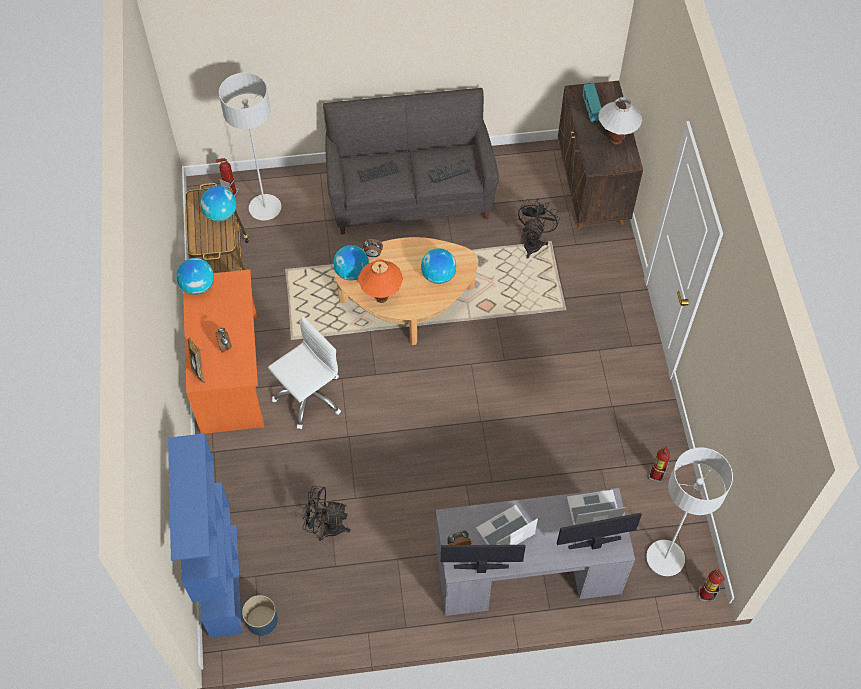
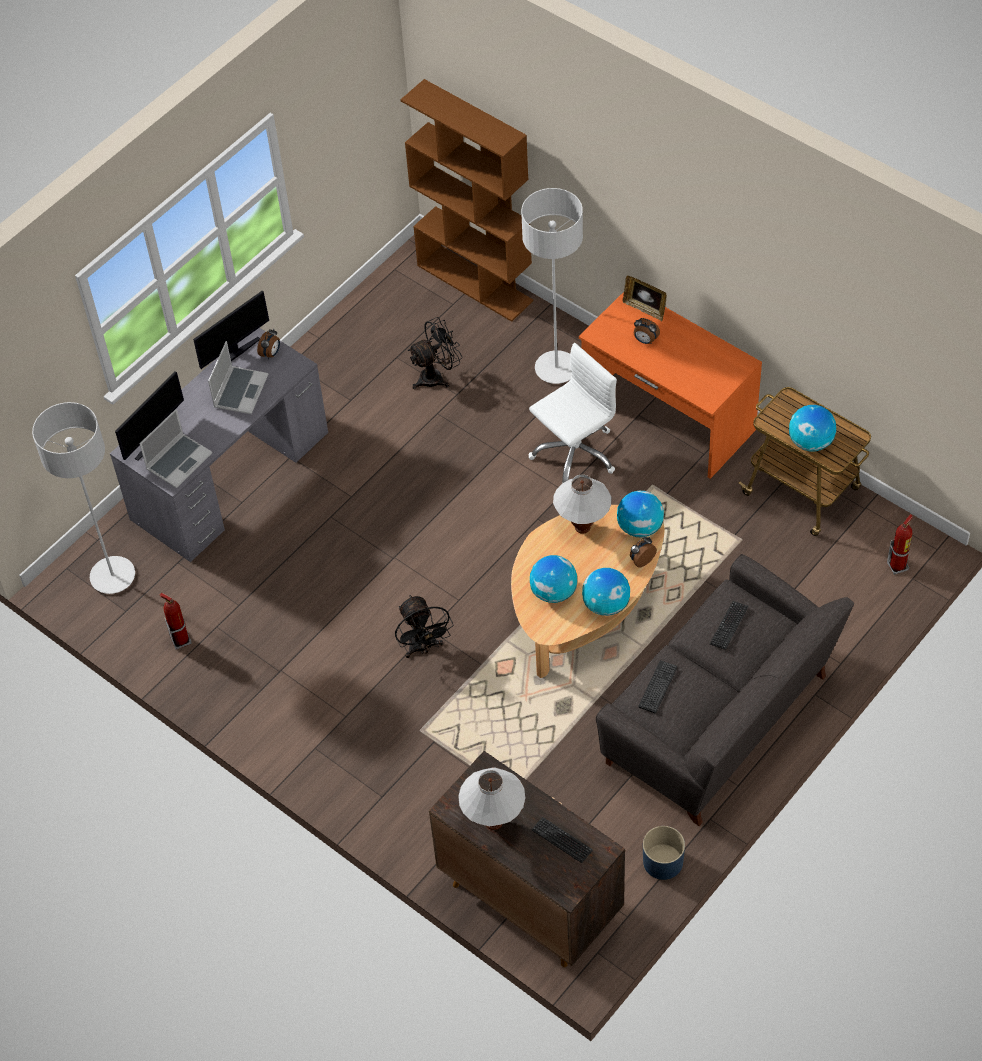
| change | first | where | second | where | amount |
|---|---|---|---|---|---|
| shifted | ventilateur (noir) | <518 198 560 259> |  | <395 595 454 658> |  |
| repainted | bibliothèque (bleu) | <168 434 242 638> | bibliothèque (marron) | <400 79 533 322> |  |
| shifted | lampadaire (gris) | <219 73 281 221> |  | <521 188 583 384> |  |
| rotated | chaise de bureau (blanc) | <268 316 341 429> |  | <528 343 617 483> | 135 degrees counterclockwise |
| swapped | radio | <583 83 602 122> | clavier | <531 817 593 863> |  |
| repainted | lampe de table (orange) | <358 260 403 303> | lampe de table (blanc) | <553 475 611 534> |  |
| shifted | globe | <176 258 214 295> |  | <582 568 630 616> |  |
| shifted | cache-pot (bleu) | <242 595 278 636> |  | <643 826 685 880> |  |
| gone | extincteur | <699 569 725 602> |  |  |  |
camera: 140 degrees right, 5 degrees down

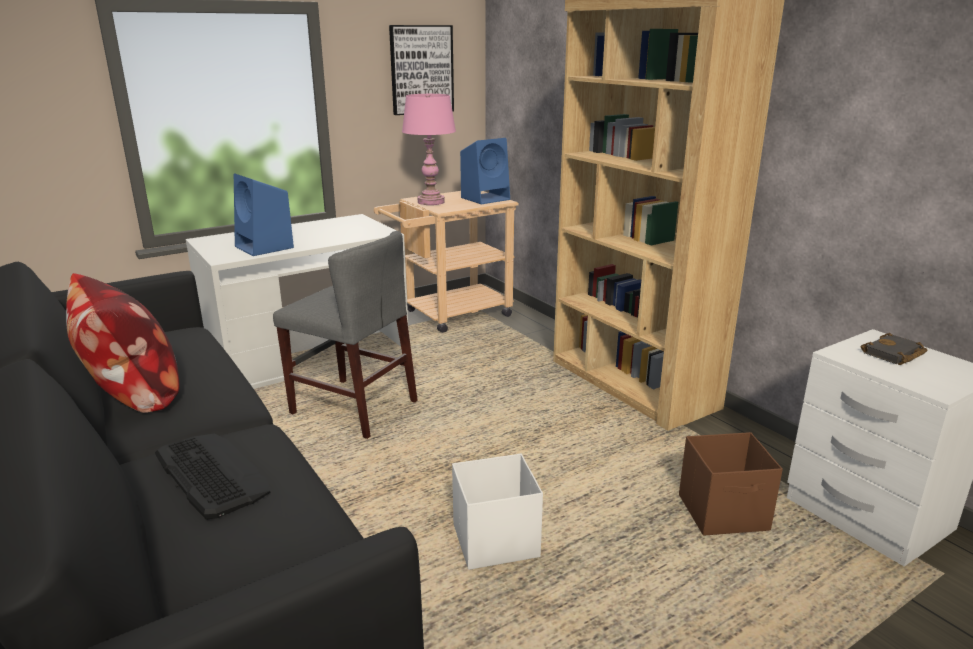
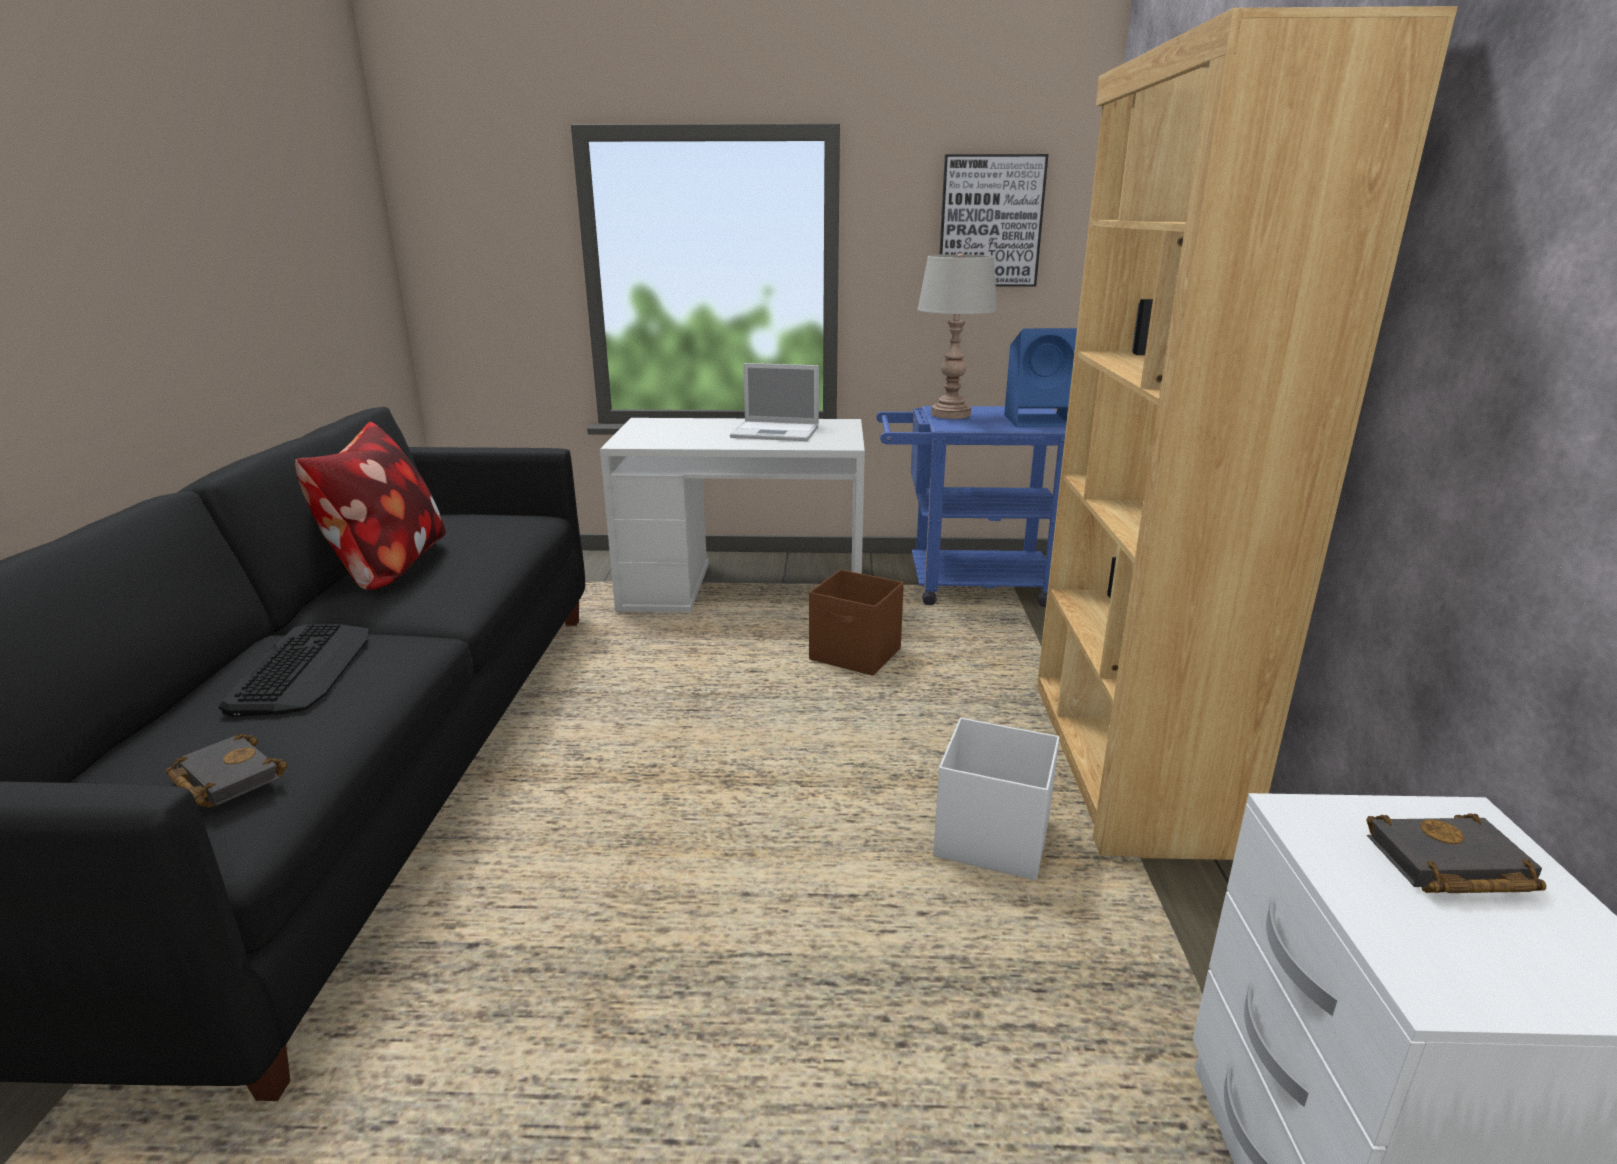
| change | first | where | second | where | amount |
|---|---|---|---|---|---|
| new |  |  | livre (noir) | <166 734 288 807> |  |
| new |  |  | ordinateur portable | <730 363 819 441> |  |
| shifted | boîte de rangement (marron) | <679 432 783 536> |  | <809 570 904 676> |  |
| repainted | chariot (beige) | <373 191 519 333> | chariot (bleu) | <876 406 1066 607> |  |
| repainted | lampe de table (rose) | <402 94 456 205> | lampe de table (gris) | <917 253 998 419> |  |
| shifted | boîte de rangement (blanc) | <452 454 543 570> |  | <933 718 1060 881> |  |
| gone | enceinte (bleu) | <234 173 294 256> |  |  |  |
| gone | chaise (gris) | <273 231 418 439> |  |  |  |
camera: 35 degrees right, 0 degrees up

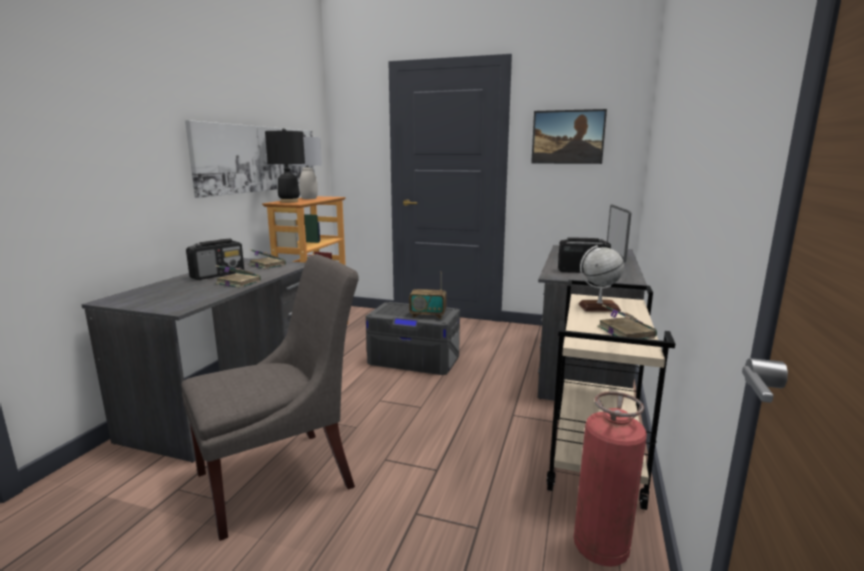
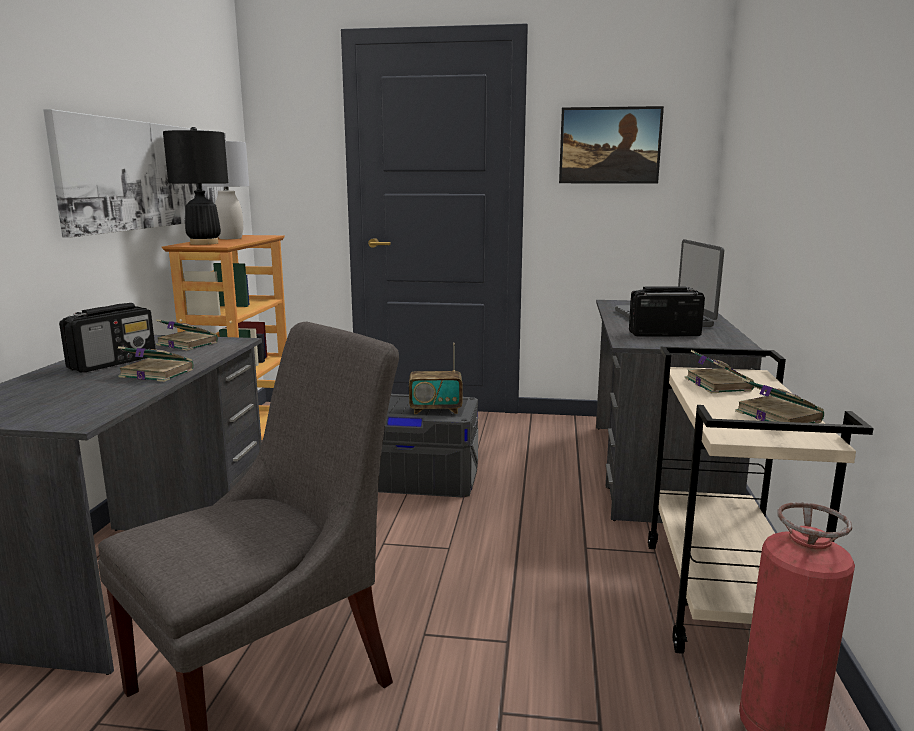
| change | first | where | second | where | amount |
|---|---|---|---|---|---|
| swapped | globe | <578 245 624 312> | livre | <685 350 754 393> |  |
camera: 10 degrees left, 0 degrees up

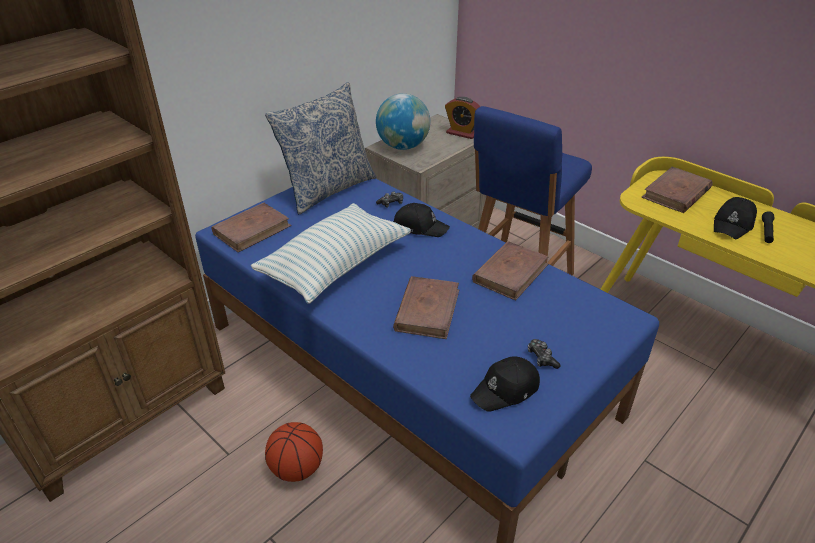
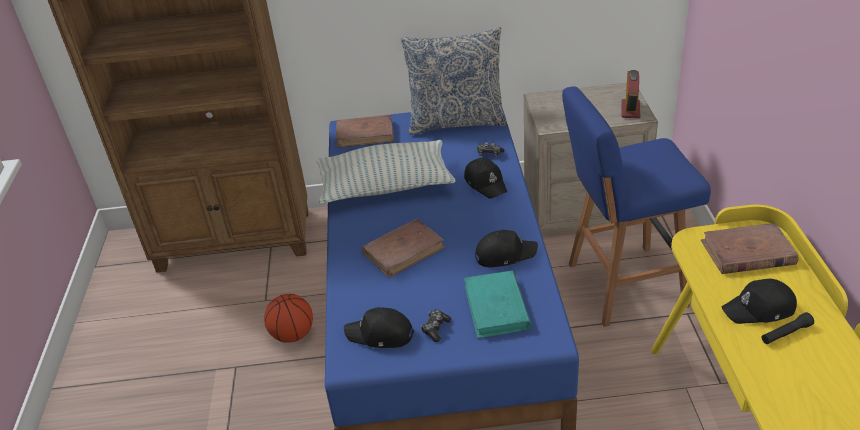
| change | first | where | second | where | amount |
|---|---|---|---|---|---|
| new |  |  | livre (turquoise) | <464 271 531 338> |  |
| swapped | livre (marron) | <472 241 548 300> | casquette (noir) | <475 230 538 267> |  |
| rotated | réveil | <445 97 481 139> |  | <621 70 640 118> | 150 degrees counterclockwise |
| gone | globe | <376 93 430 150> |  |  |  |
camera: 45 degrees right, 0 degrees up

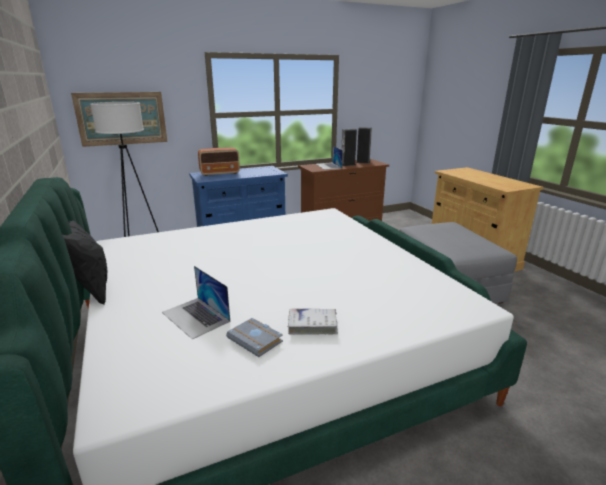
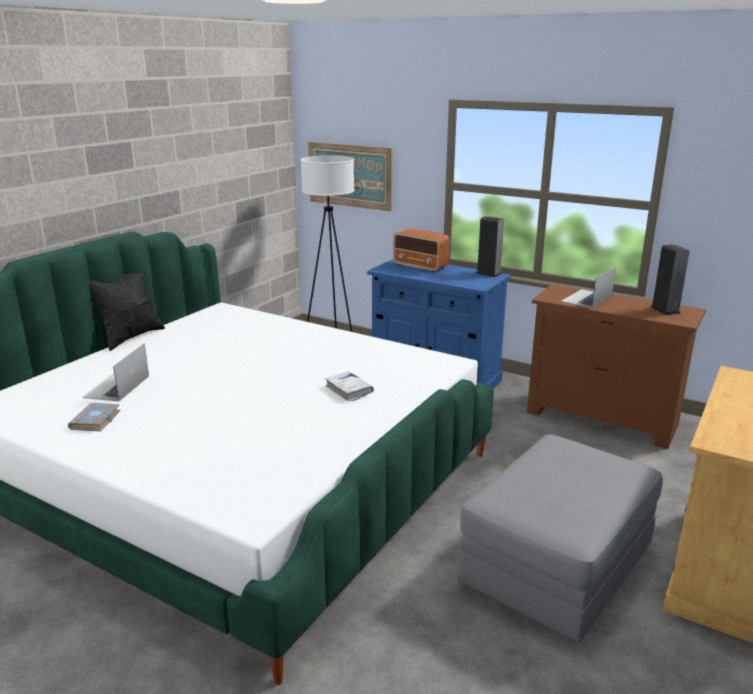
| change | first | where | second | where | amount |
|---|---|---|---|---|---|
| shifted | livre (blanc) | <288 309 338 335> |  | <325 371 374 402> |  |
| shifted | enceinte | <342 129 357 166> |  | <476 216 504 278> |  |
camera: 55 degrees right, 0 degrees up

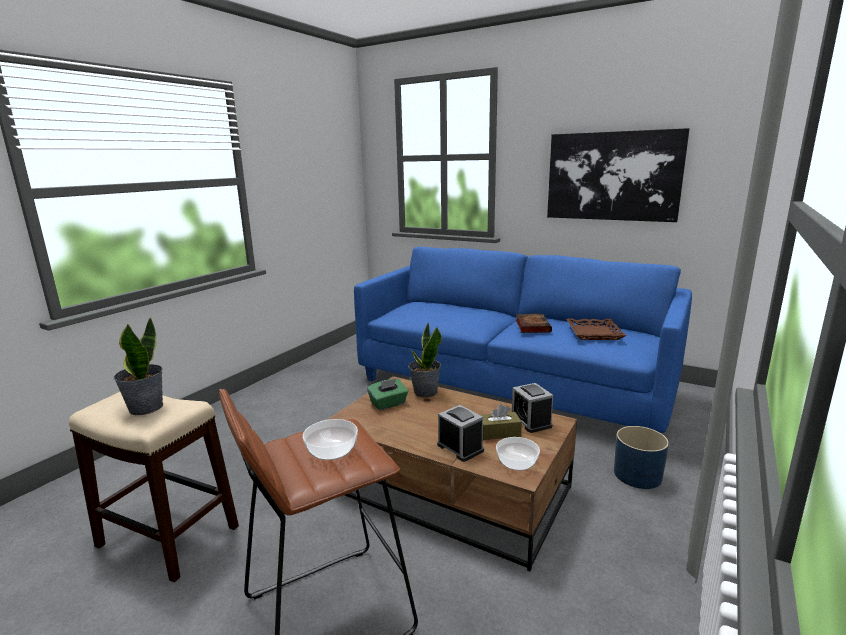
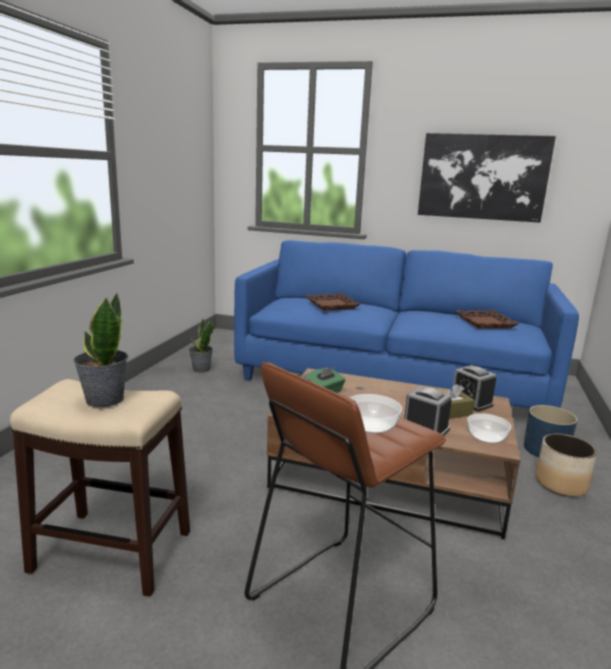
| change | first | where | second | where | amount |
|---|---|---|---|---|---|
| shifted | plante en pot | <408 323 442 397> |  | <189 319 213 372> |  |
| new |  |  | plateau (marron) | <305 293 360 311> |  |
| new |  |  | cache-pot | <535 434 597 497> |  |
| gone | livre | <516 314 552 333> |  |  |  |
camera: 15 degrees left, 0 degrees up

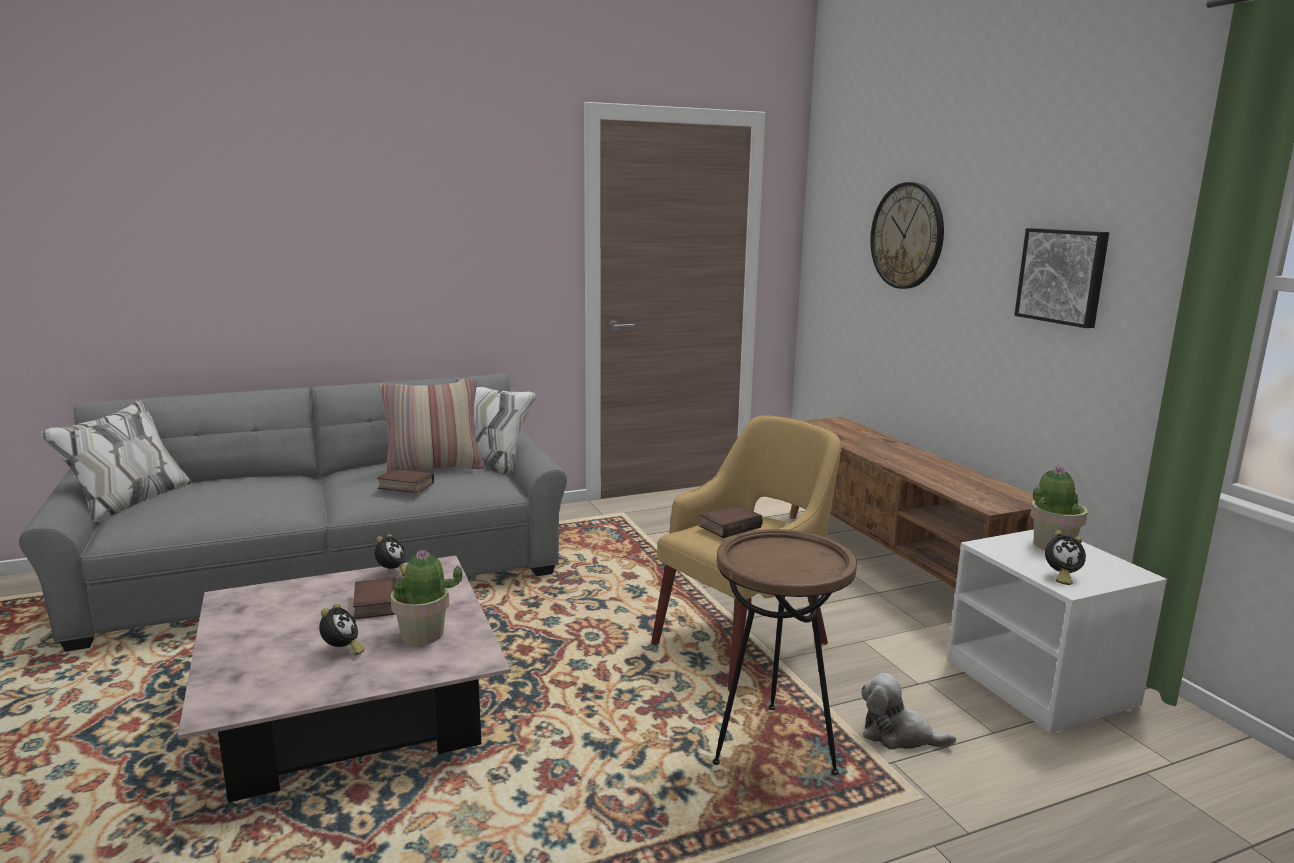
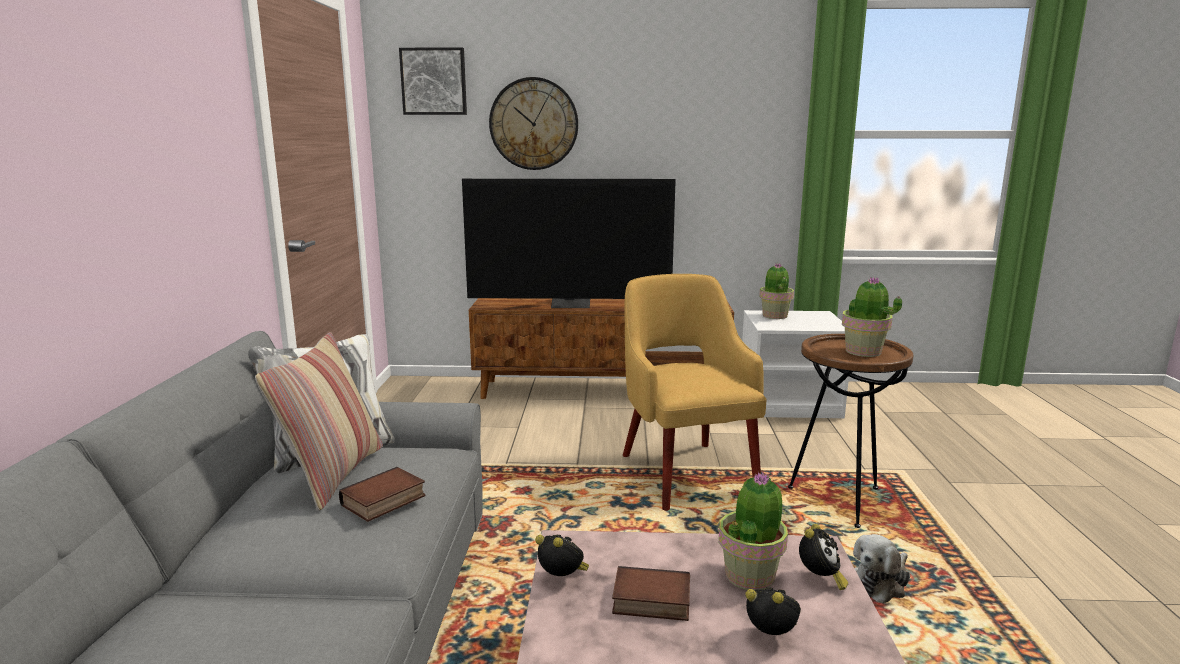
| change | first | where | second | where | amount |
|---|---|---|---|---|---|
| shifted | tableau | <1014 228 1109 328> |  | <399 47 467 115> |  |
| new |  |  | téléviseur | <462 179 676 308> |  |
| shifted | réveil | <1045 530 1086 585> |  | <799 524 848 590> |  |
| new |  |  | plante en pot | <842 277 902 357> |  |
| shifted | peluche | <861 673 956 750> |  | <853 534 910 603> |  |
| gone | livre | <700 505 763 538> |  |  |  |
camera: 65 degrees left, 0 degrees up

